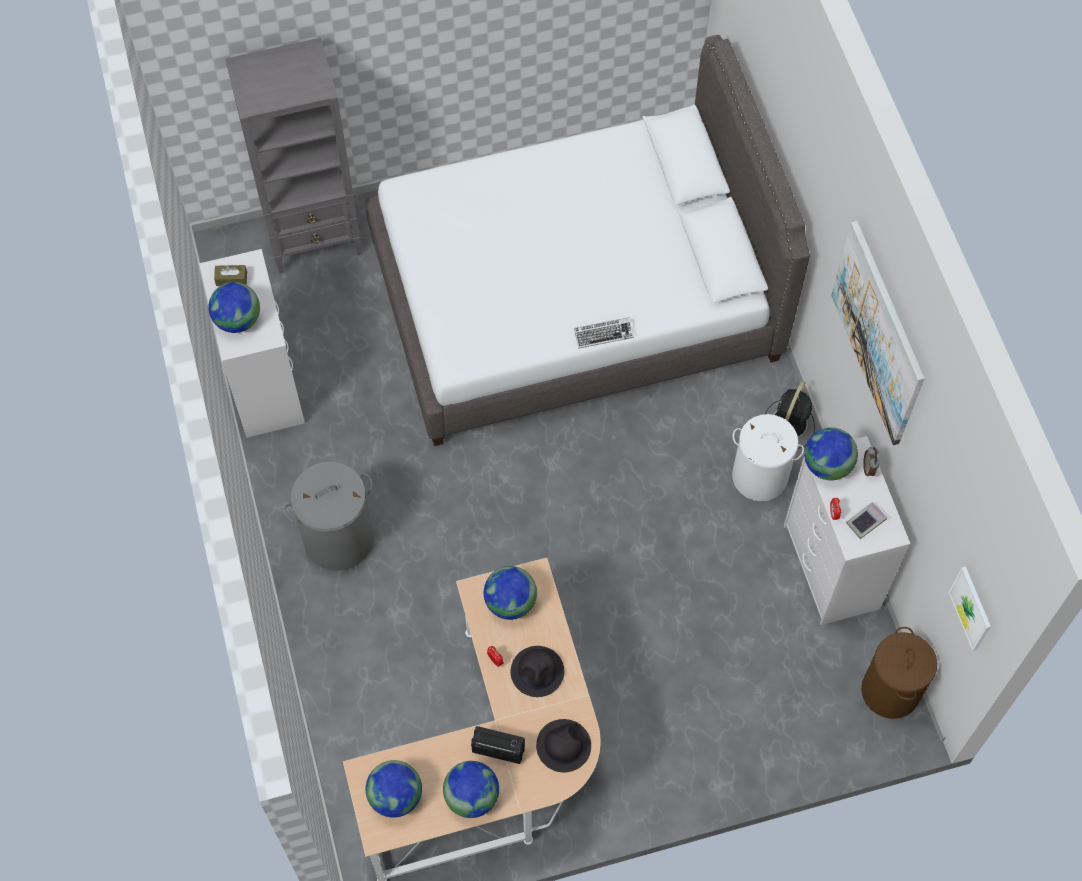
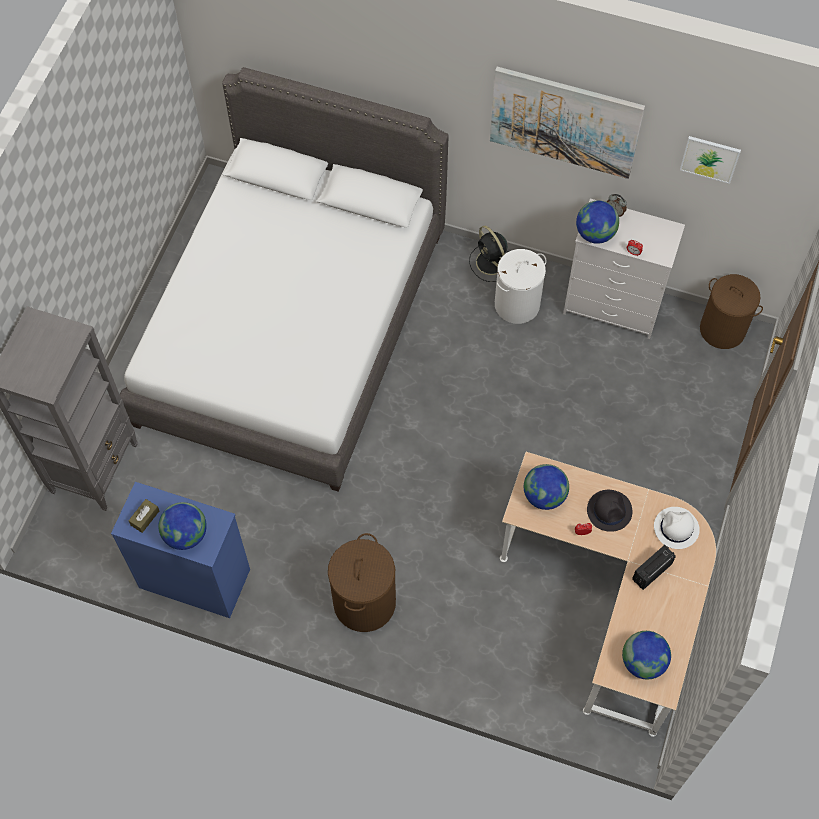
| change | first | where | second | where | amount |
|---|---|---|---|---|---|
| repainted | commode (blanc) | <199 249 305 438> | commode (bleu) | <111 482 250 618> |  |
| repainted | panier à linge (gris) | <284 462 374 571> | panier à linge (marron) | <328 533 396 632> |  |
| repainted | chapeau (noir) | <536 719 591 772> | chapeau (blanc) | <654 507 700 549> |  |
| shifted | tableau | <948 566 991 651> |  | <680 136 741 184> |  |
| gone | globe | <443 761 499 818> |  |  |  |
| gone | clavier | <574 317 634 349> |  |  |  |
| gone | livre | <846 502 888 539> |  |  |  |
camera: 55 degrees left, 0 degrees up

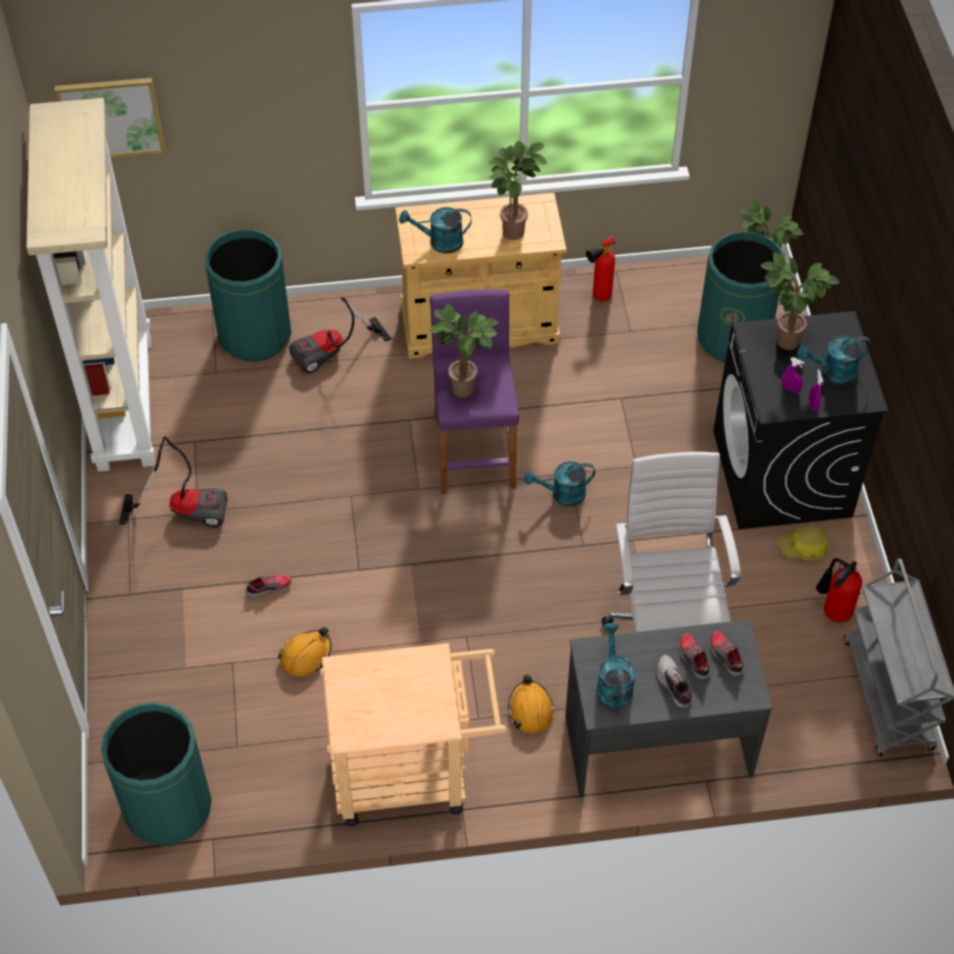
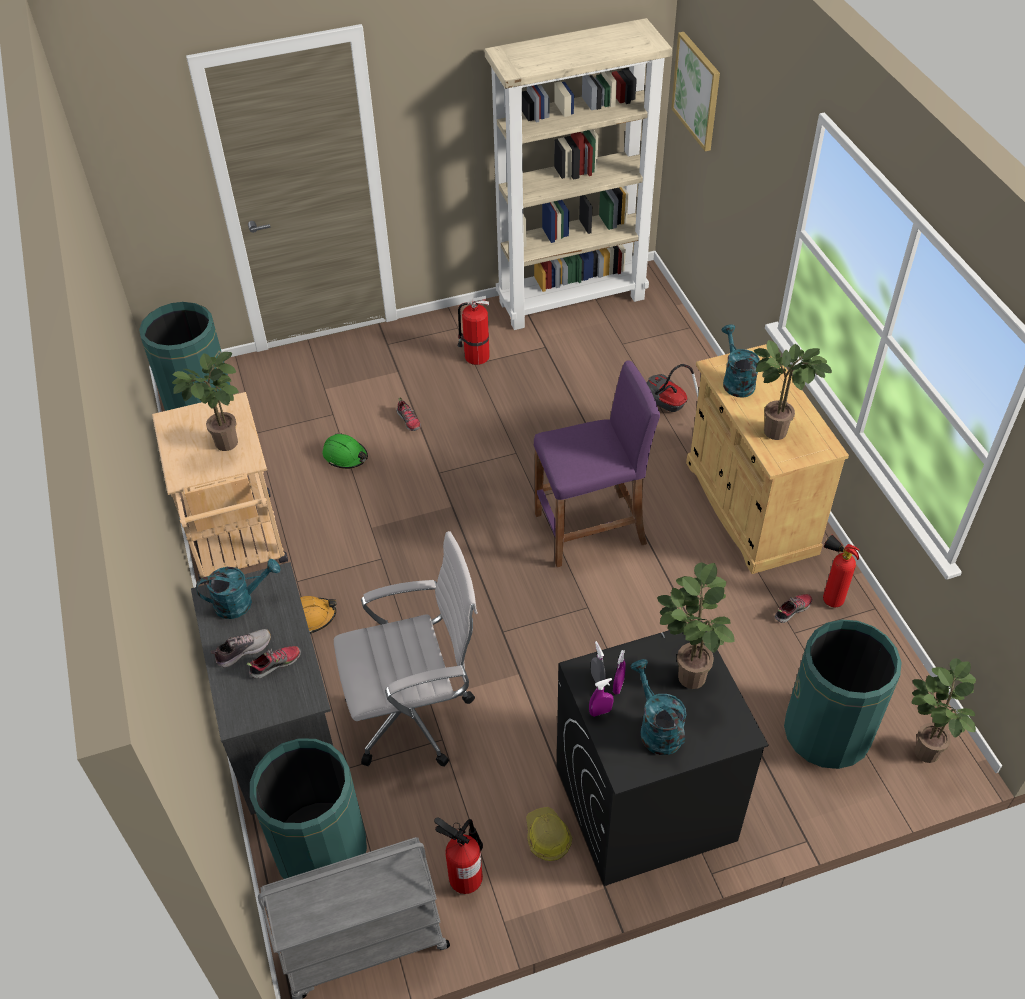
| change | first | where | second | where | amount |
|---|---|---|---|---|---|
| shifted | plante en pot | <430 304 498 398> |  | <172 352 239 451> |  |
| shifted | poubelle (vert) | <205 230 291 361> |  | <250 738 367 879> |  |
| repainted | casque de chantier (orange) | <278 627 331 677> | casque de chantier (vert) | <323 433 368 469> |  |
| swapped | aspirateur | <119 436 228 527> | extincteur | <458 296 490 365> |  |
| new |  |  | vaporisateur (gris) | <591 641 606 683> |  |
| shifted | chaussure | <710 631 744 676> |  | <775 594 812 623> |  |
| gone | arrosoir (turquoise) | <524 461 595 506> |  |  |  |
camera: 80 degrees right, 5 degrees down

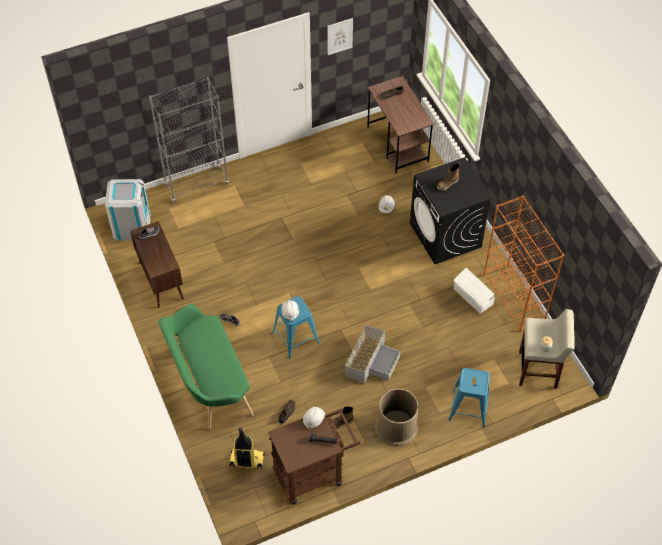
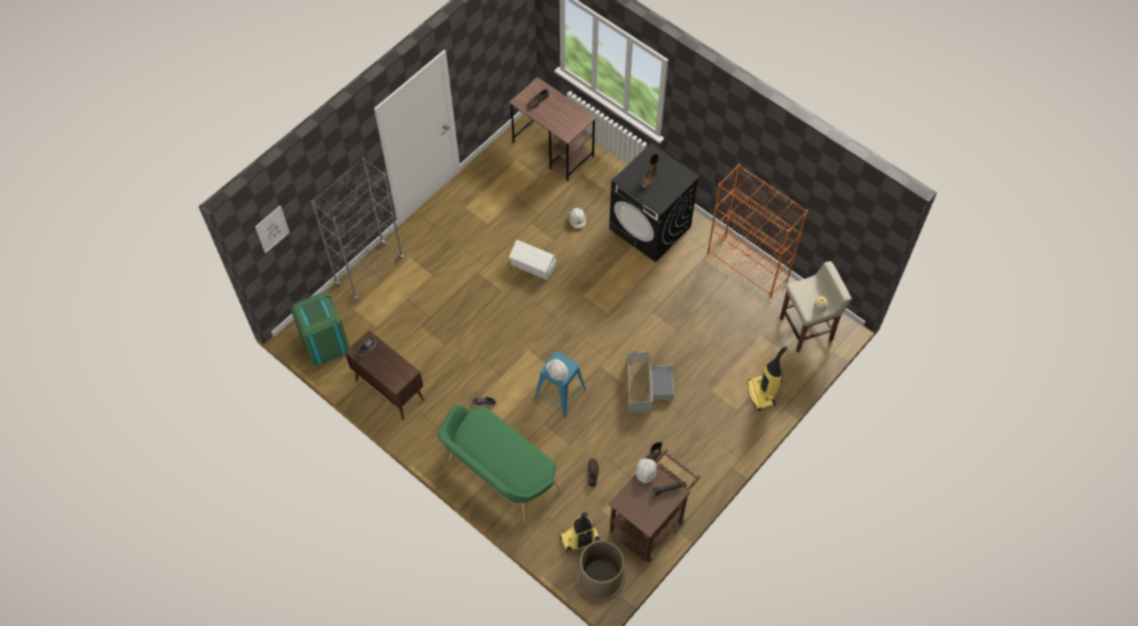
| change | first | where | second | where | amount |
|---|---|---|---|---|---|
| shifted | tableau | <327 18 353 55> |  | <255 206 290 253> |  |
| repainted | poubelle (gris) | <105 179 151 241> | poubelle (vert) | <290 292 350 366> |  |
| shifted | boîte de rangement (blanc) | <453 268 495 314> |  | <509 240 556 280> |  |
| shifted | poubelle (marron) | <375 389 419 447> |  | <577 541 625 602> |  |
| swapped | tabouret (bleu) | <448 368 490 427> | aspirateur | <747 346 788 411> |  |
camera: 25 degrees left, 5 degrees up

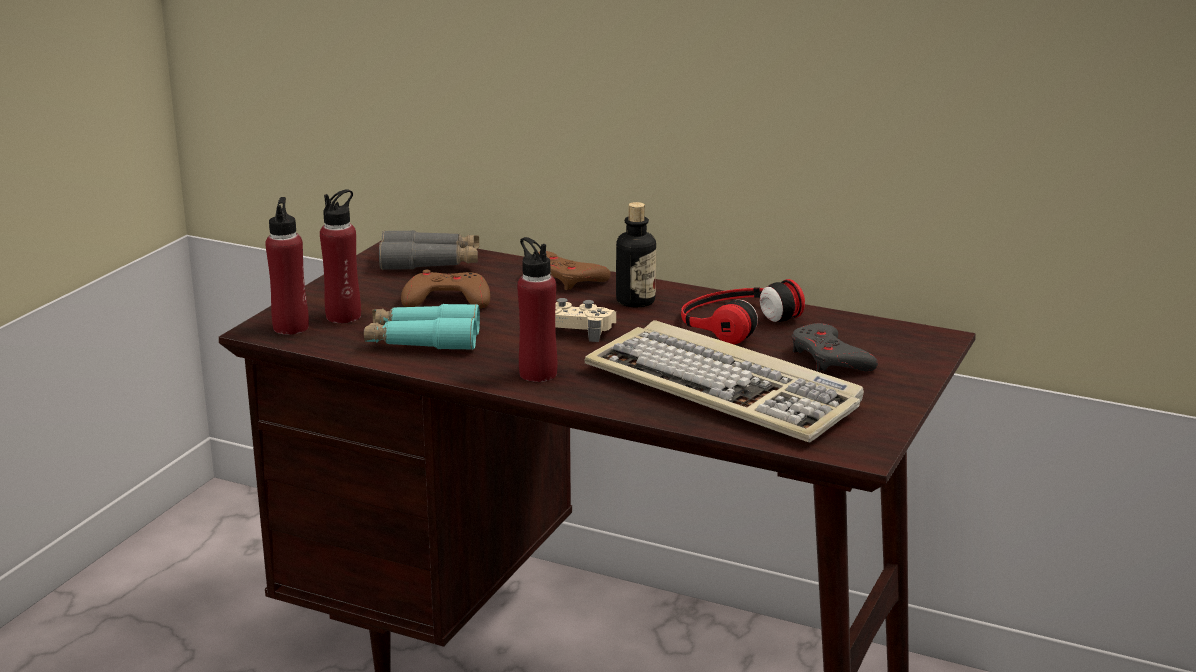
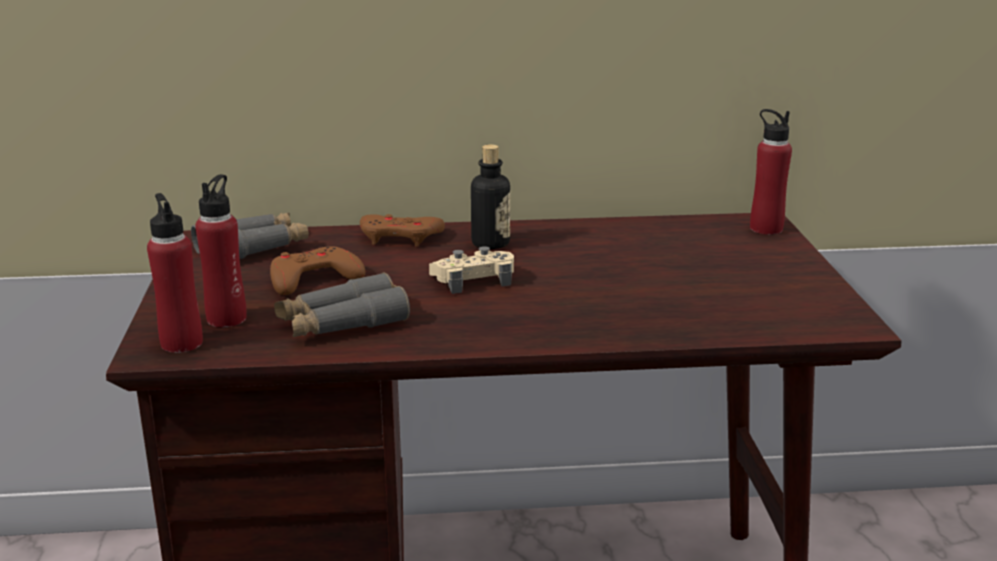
| change | first | where | second | where | amount |
|---|---|---|---|---|---|
| repainted | jumelles (turquoise) | <364 304 480 350> | jumelles (gris) | <274 273 410 337> |  |
| shifted | bouteille (rouge) | <517 237 558 382> |  | <750 109 792 235> |  |
| gone | clavier | <584 320 864 442> |  |  |  |
| gone | casque audio | <681 279 805 344> |  |  |  |
| gone | manette (gris) | <792 323 878 372> |  |  |  |
camera: 30 degrees left, 0 degrees up

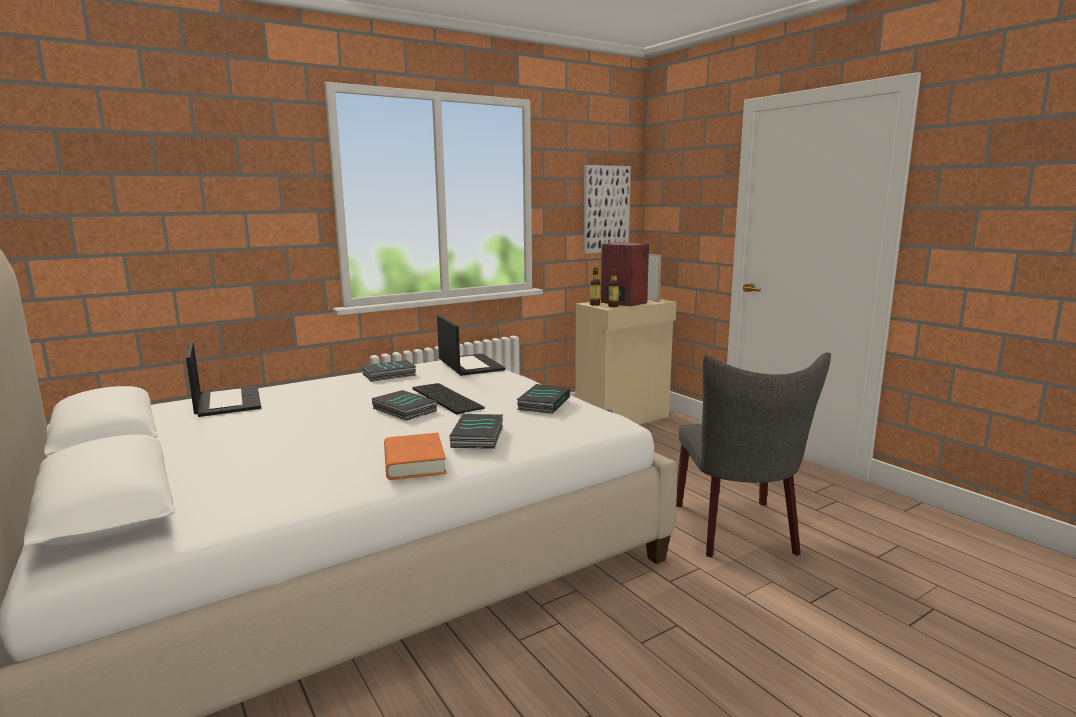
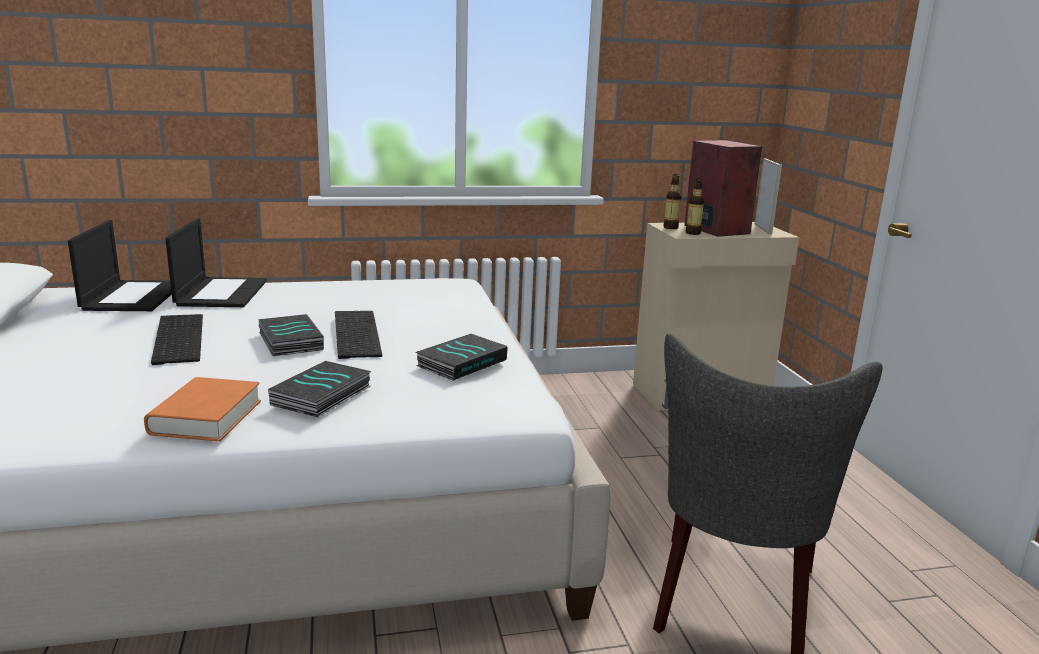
| change | first | where | second | where | amount |
|---|---|---|---|---|---|
| new |  |  | clavier | <151 314 203 365> |  |
| shifted | ordinateur portable | <437 315 505 376> |  | <165 218 267 307> |  |
| gone | livre | <362 360 417 382> |  |  |  |
| gone | tableau | <583 165 631 254> |  |  |  |
camera: 20 degrees right, 5 degrees up

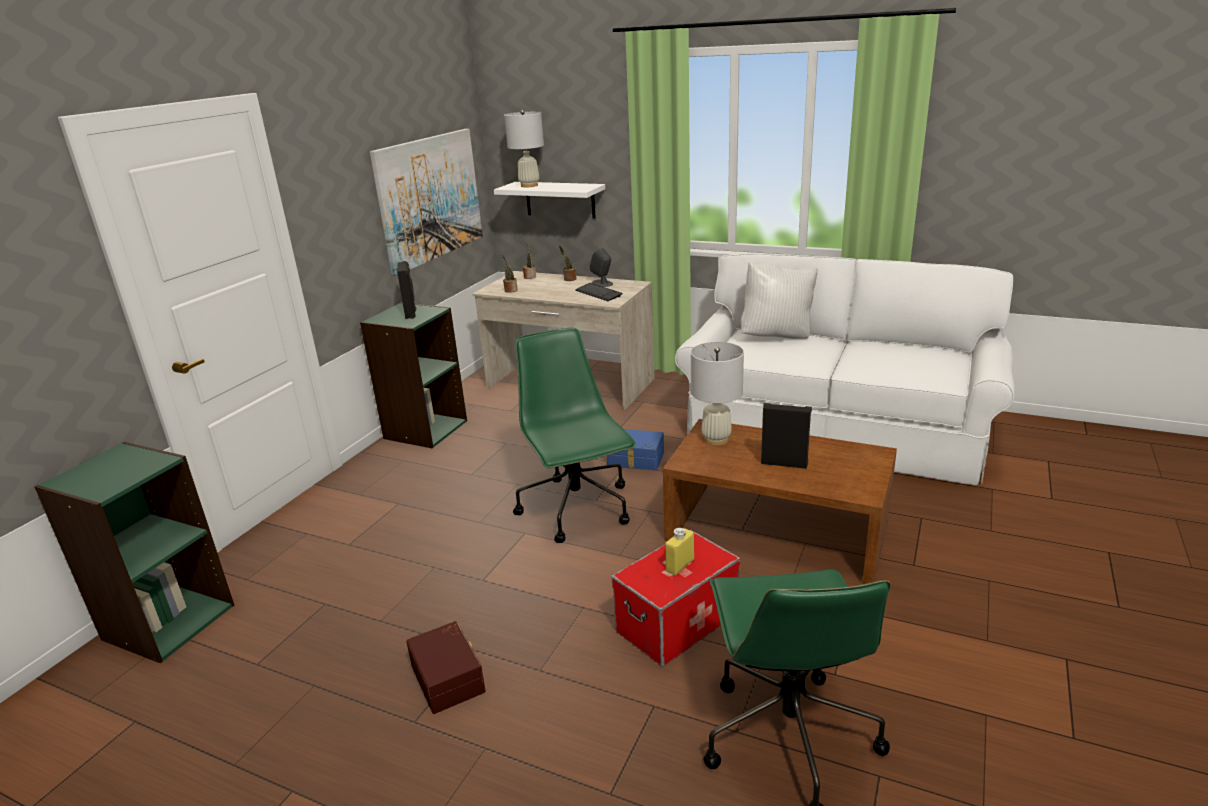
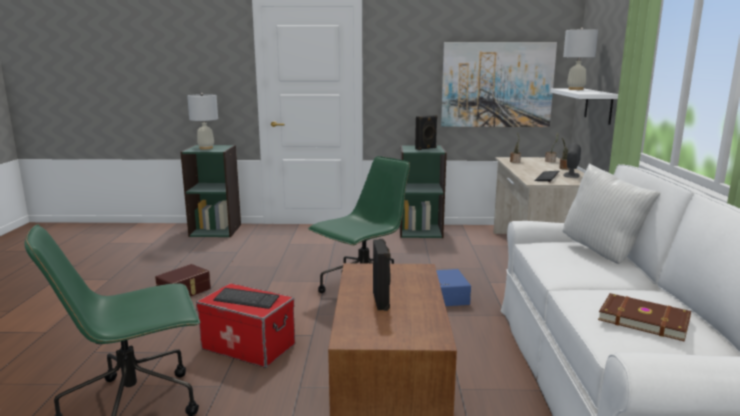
| change | first | where | second | where | amount |
|---|---|---|---|---|---|
| shifted | lampe de table (blanc) | <691 342 744 446> |  | <187 93 218 149> |  |
| swapped | bouteille (jaune) | <665 528 694 575> | clavier | <213 288 279 309> |  |
| new |  |  | livre (marron) | <598 293 691 342> |  |
camera: 65 degrees right, 10 degrees down

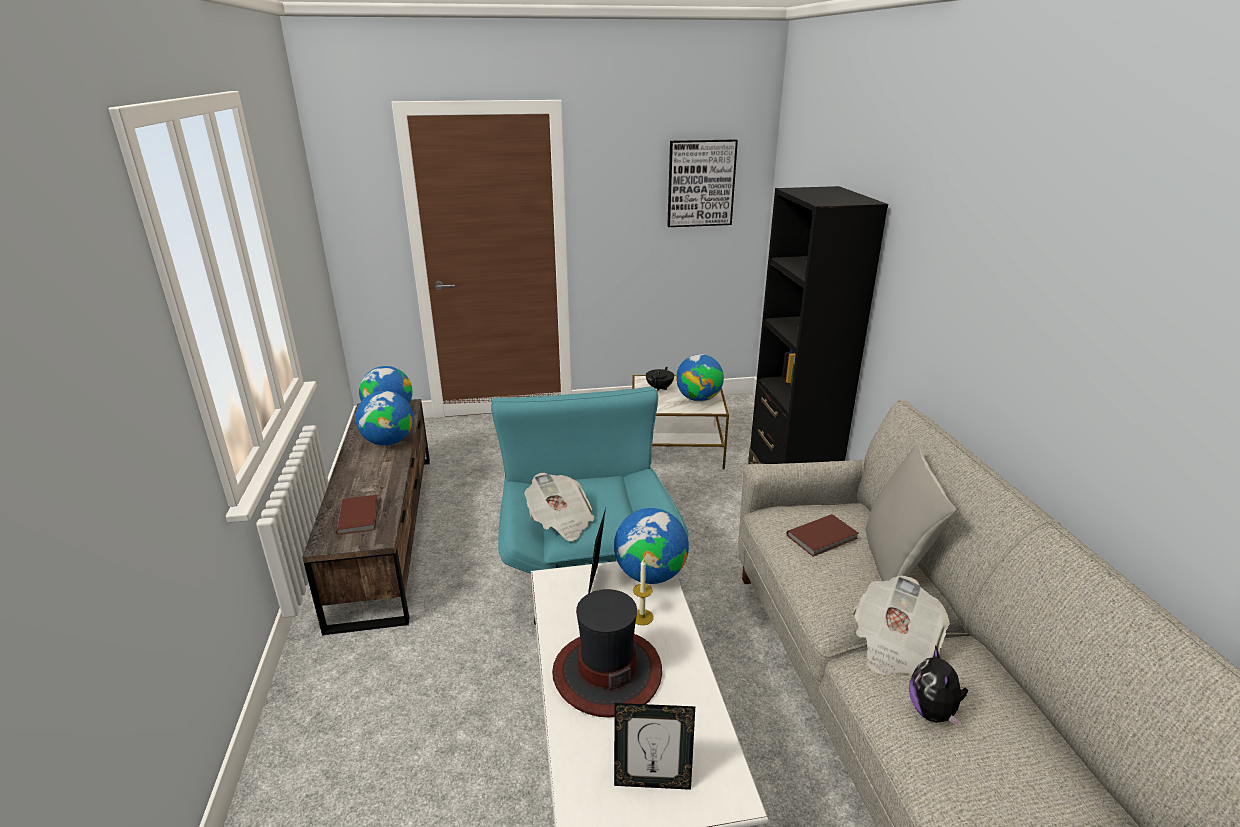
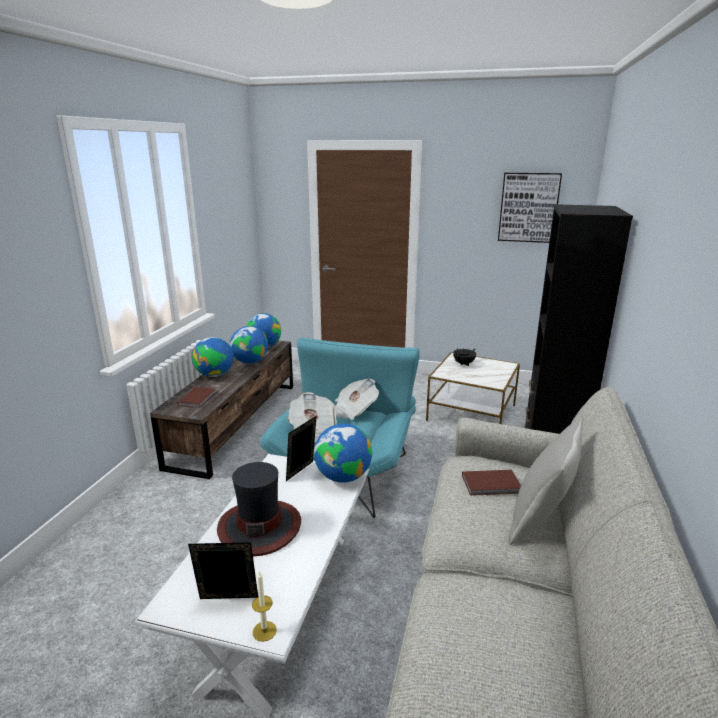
| change | first | where | second | where | amount |
|---|---|---|---|---|---|
| rotated | cadre photo | <614 703 695 790> |  | <188 542 258 599> | 150 degrees clockwise |
| shifted | globe | <676 354 724 402> |  | <192 337 233 377> |  |
| shifted | bougie | <633 559 653 625> |  | <252 572 277 642> |  |
| shifted | journal | <853 576 950 674> |  | <335 379 379 420> |  |
| gone | peluche | <909 645 968 728> |  |  |  |
camera: 25 degrees right, 5 degrees down

